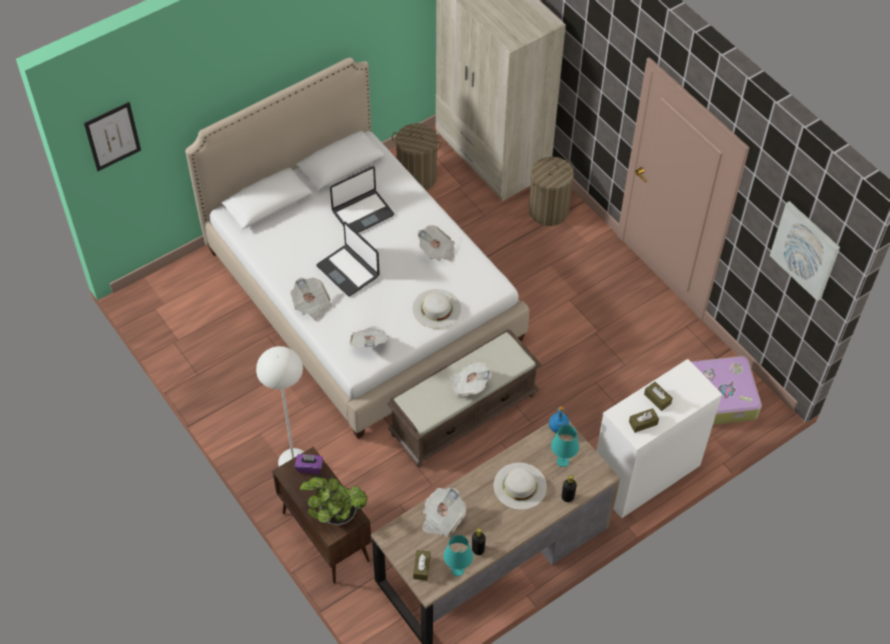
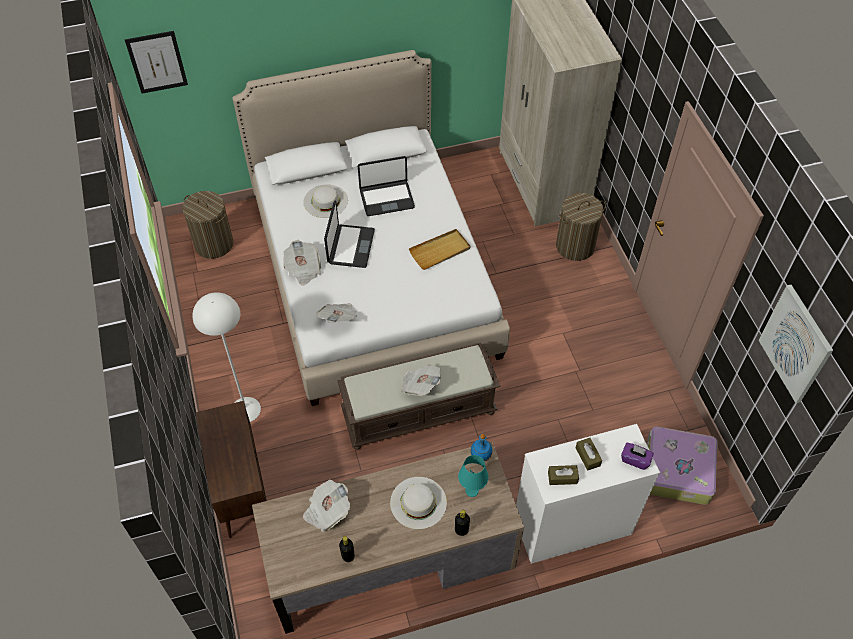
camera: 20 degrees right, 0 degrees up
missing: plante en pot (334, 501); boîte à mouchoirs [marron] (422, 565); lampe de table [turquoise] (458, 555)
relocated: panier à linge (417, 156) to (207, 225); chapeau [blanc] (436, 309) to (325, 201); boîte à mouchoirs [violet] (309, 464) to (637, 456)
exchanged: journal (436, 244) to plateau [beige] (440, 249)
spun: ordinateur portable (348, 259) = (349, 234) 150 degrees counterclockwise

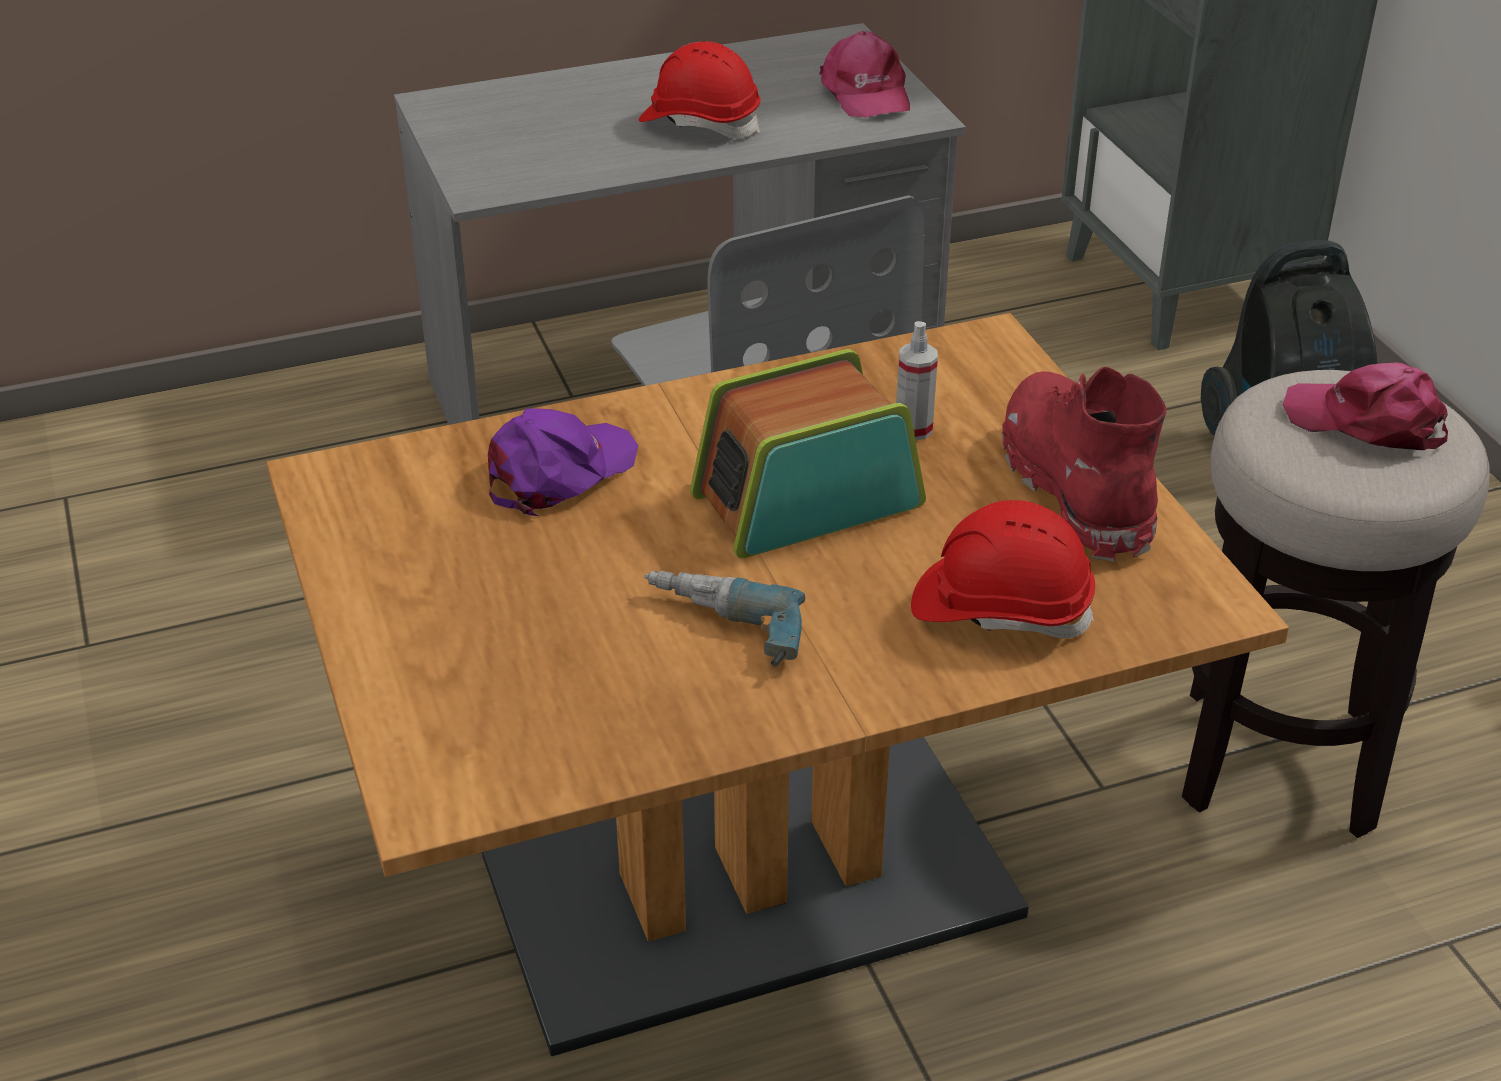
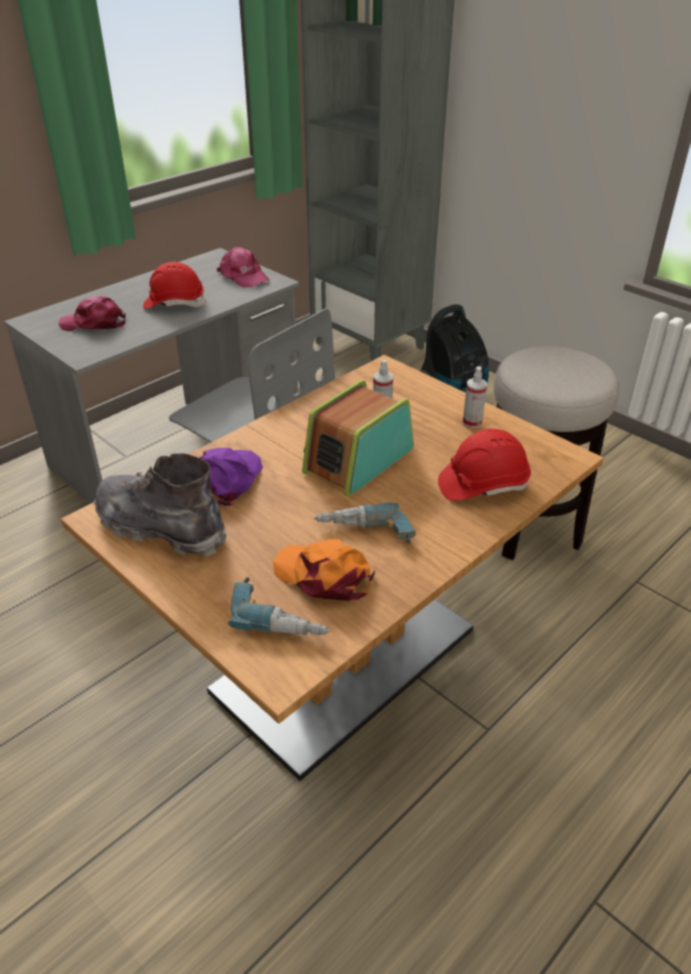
camera: 25 degrees left, 0 degrees up
appeared: botte [gris] (160, 505); perceuse (279, 606); casquette [orange] (324, 570)
relocated: casquette [rose] (1365, 406) to (91, 313)
exchanged: botte [rouge] (1084, 464) to vaporisateur (475, 397)

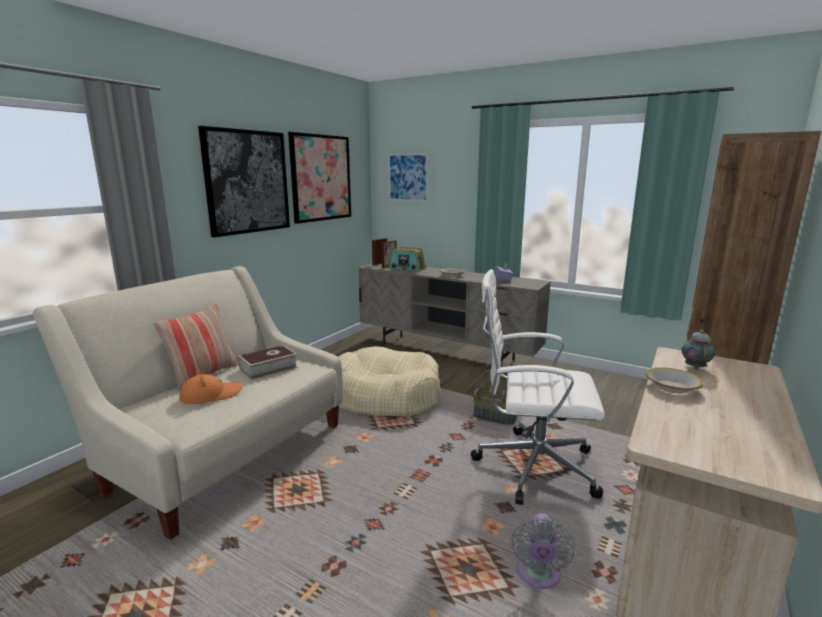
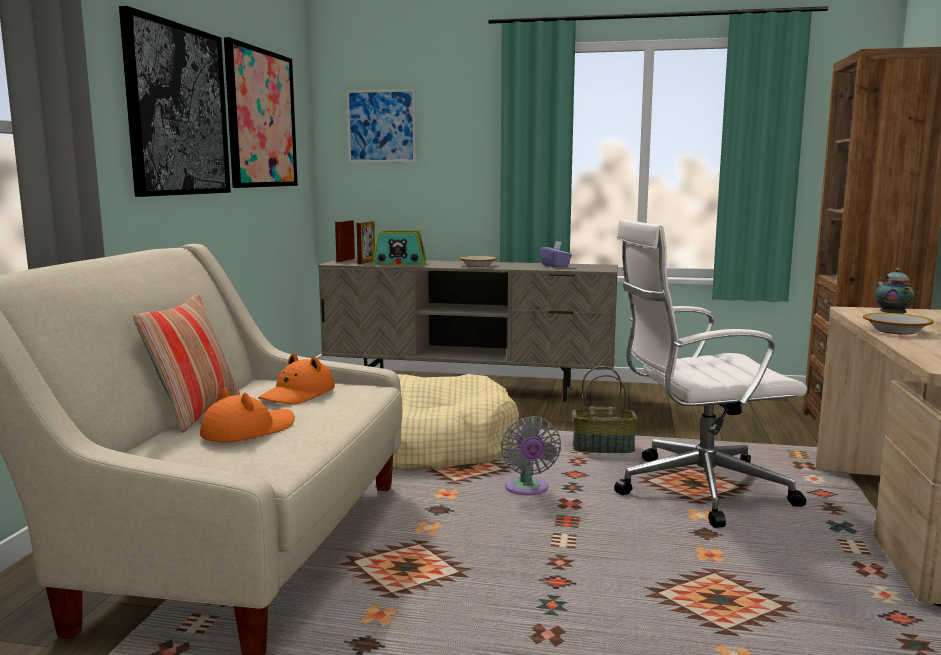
camera: 20 degrees left, 5 degrees down
relocated: ventilateur [gris] (543, 551) to (531, 455)
exchanged: livre (268, 362) to chapeau [orange] (296, 378)

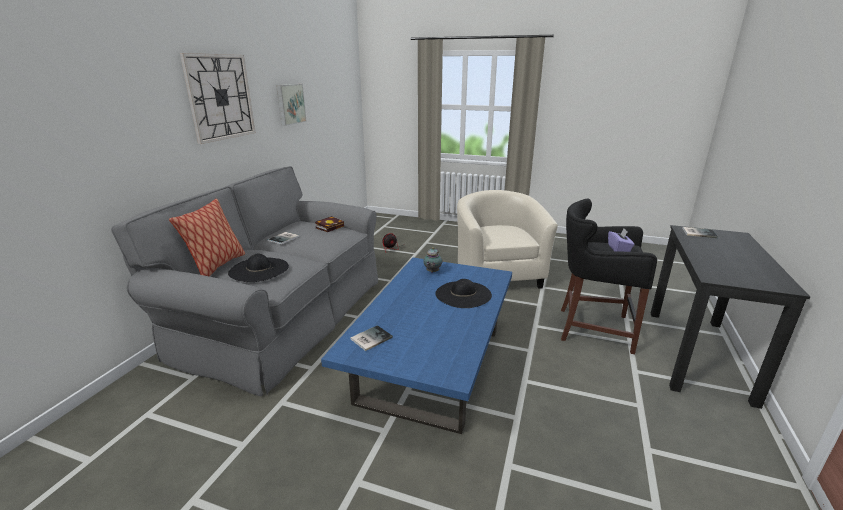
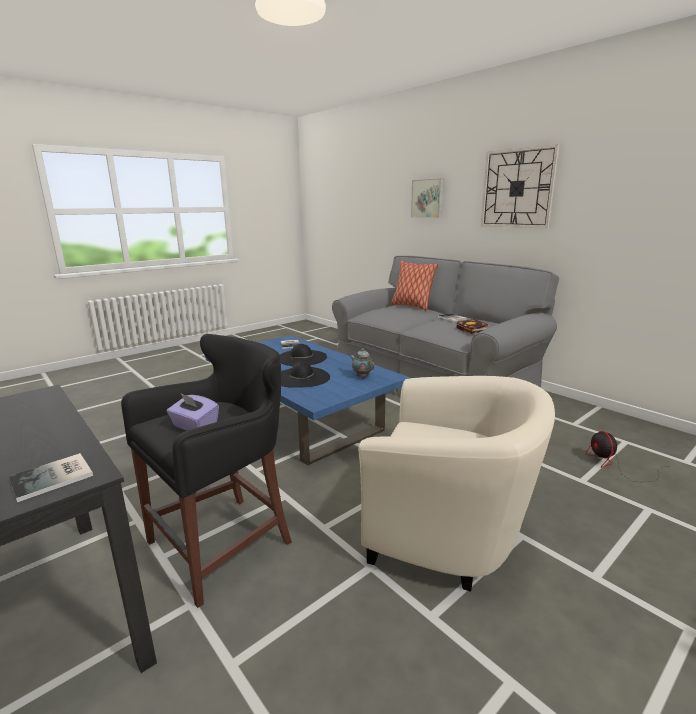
camera: 120 degrees right, 5 degrees down
relocated: chapeau [noir] (258, 268) to (303, 355); tableau (291, 105) to (427, 198)

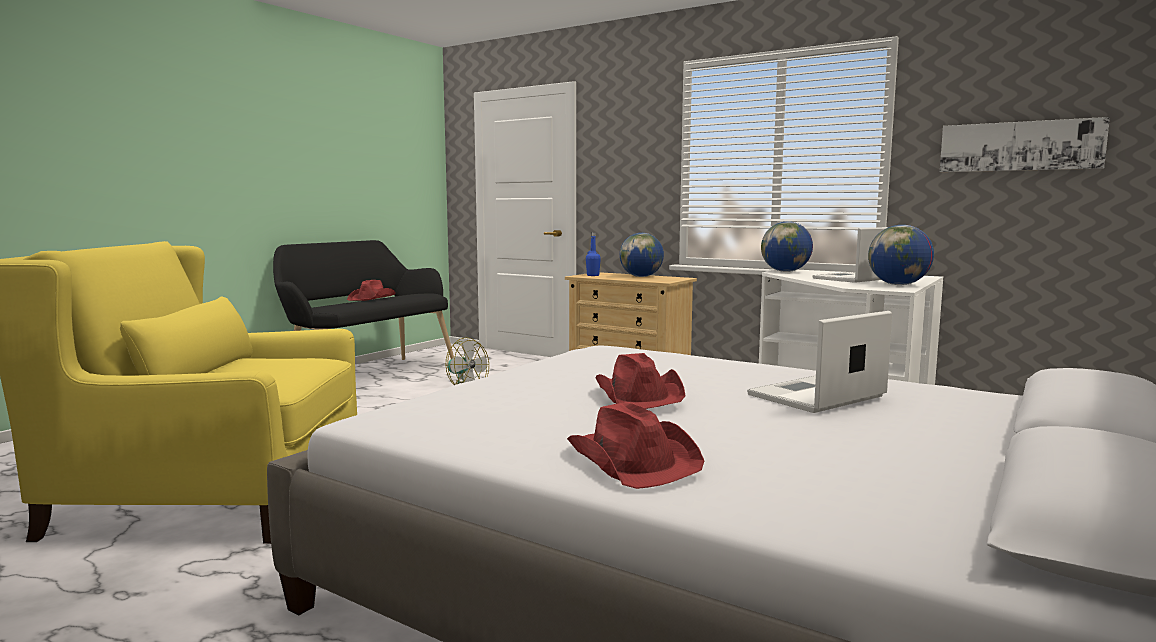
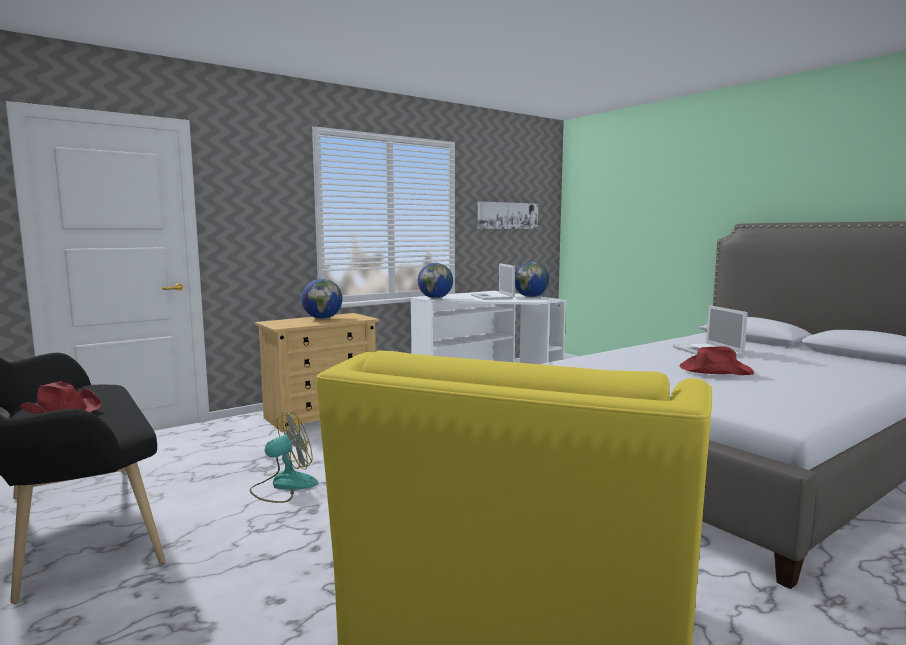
camera: 70 degrees left, 0 degrees up
missing: chapeau [rouge] (635, 445); bouteille [bleu] (593, 254)

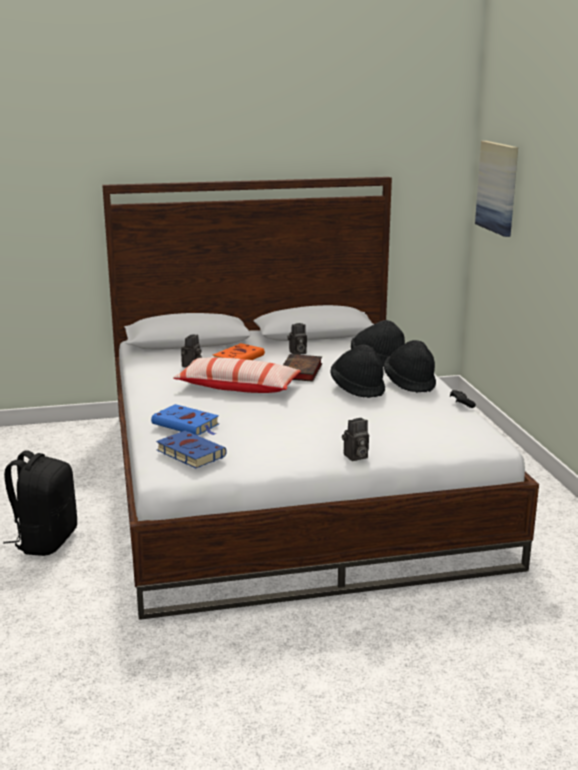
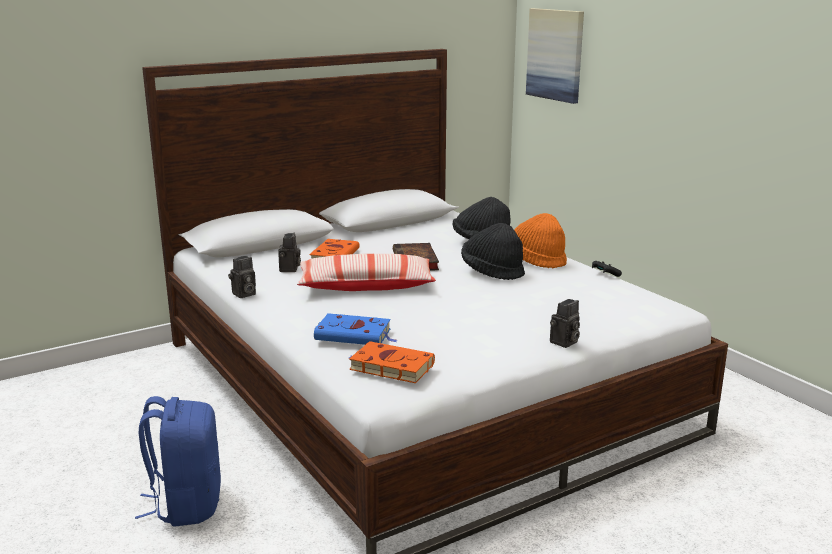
camera: 20 degrees left, 0 degrees up
relocated: appareil photo (297, 339) to (242, 277)
colour: sac à dos [noir] (40, 503) to sac à dos [bleu] (178, 461); livre [bleu] (191, 449) to livre [orange] (392, 362); chapeau [noir] (410, 366) to chapeau [orange] (540, 241)

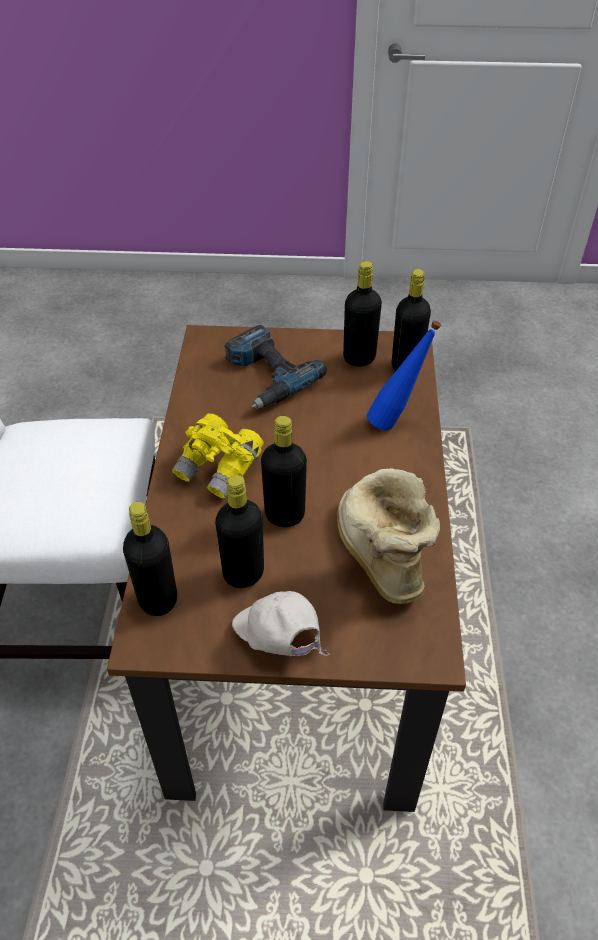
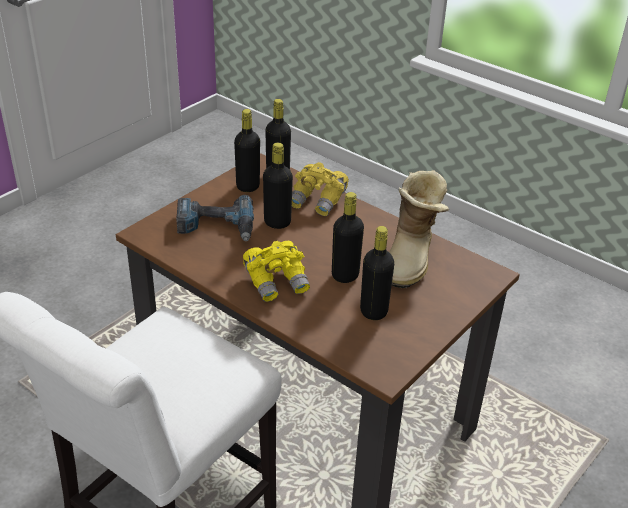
camera: 55 degrees left, 10 degrees down
missing: casquette [blanc] (280, 623)
relocated: bouteille [noir] (150, 559) to (278, 186)
exchanged: bouteille [bleu] (404, 375) to jumelles [jaune] (320, 189)
spun: botte (388, 536) = (419, 229) 90 degrees counterclockwise

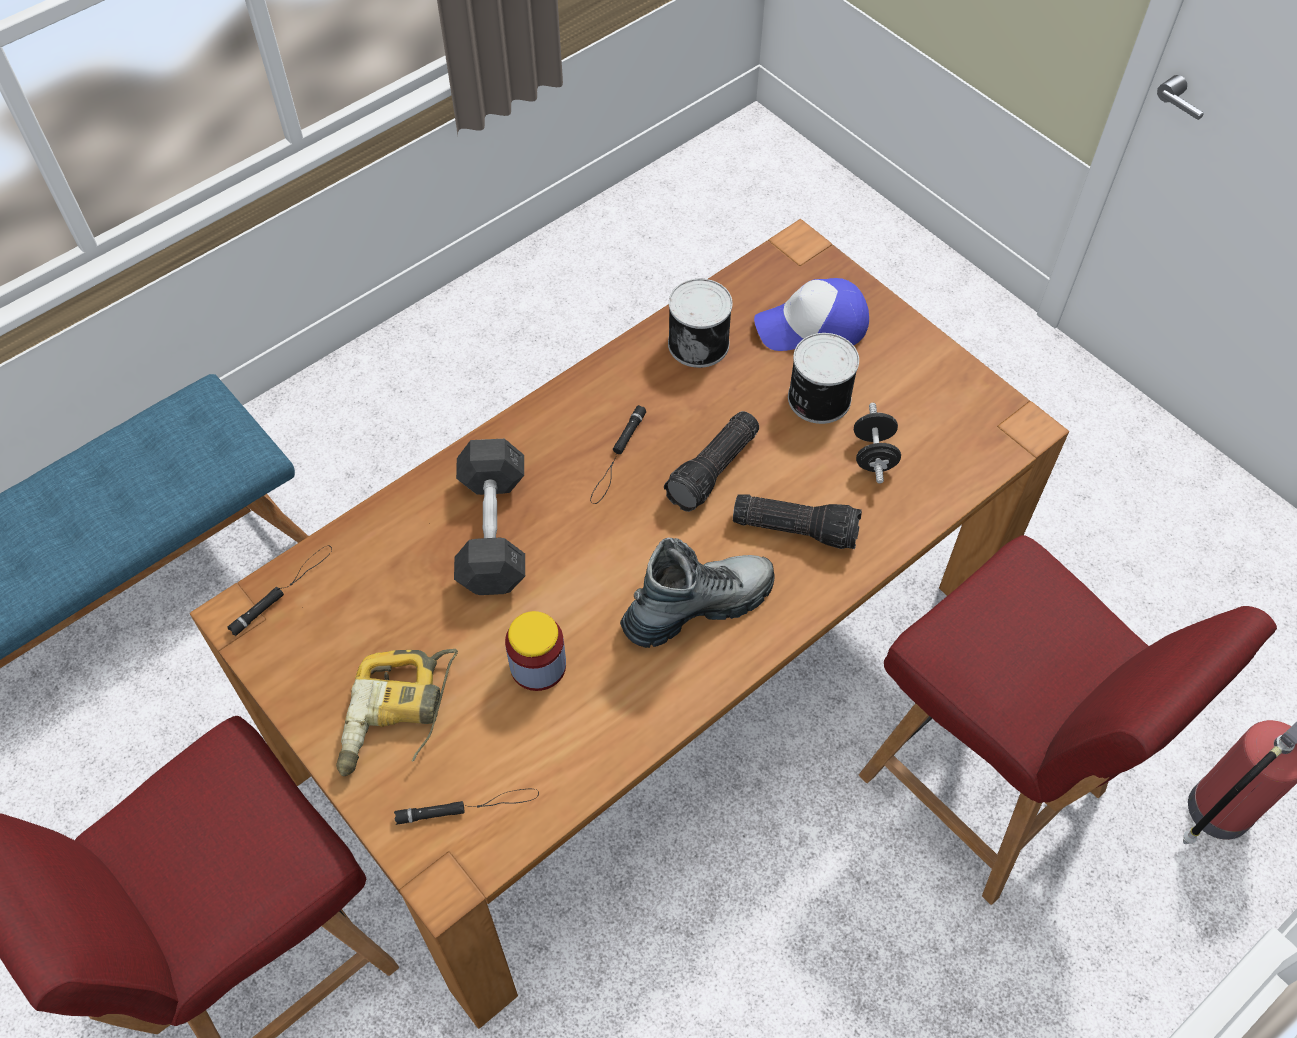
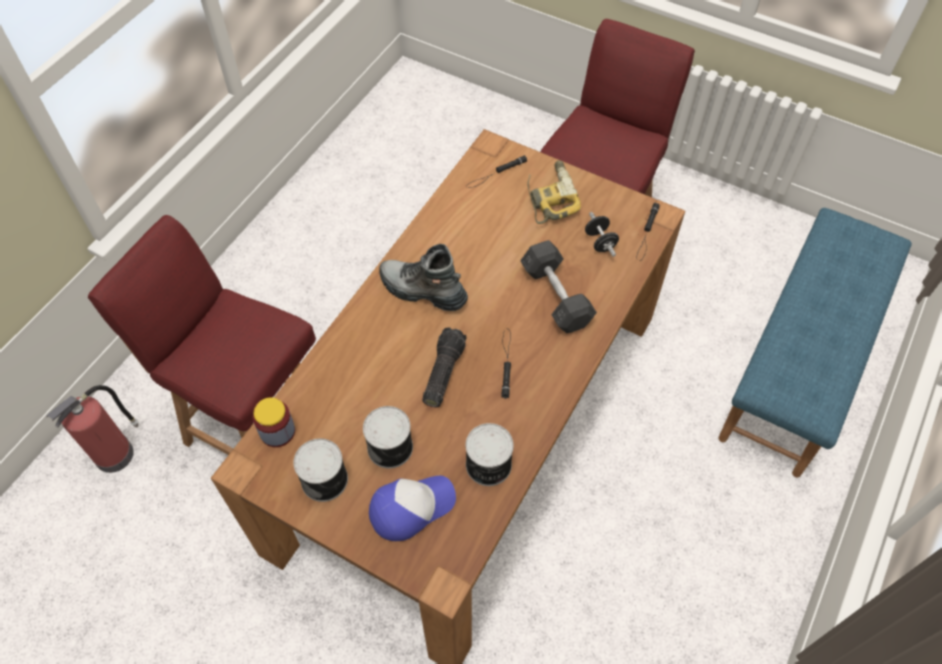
camera: 160 degrees right, 0 degrees up
missing: lampe de poche (797, 521)
appeared: boîte métallique (320, 470)
relocated: bocal (535, 651) to (274, 422); haltère [noir] (877, 443) to (602, 234)
spun: botte (697, 593) = (423, 277) 75 degrees clockwise

